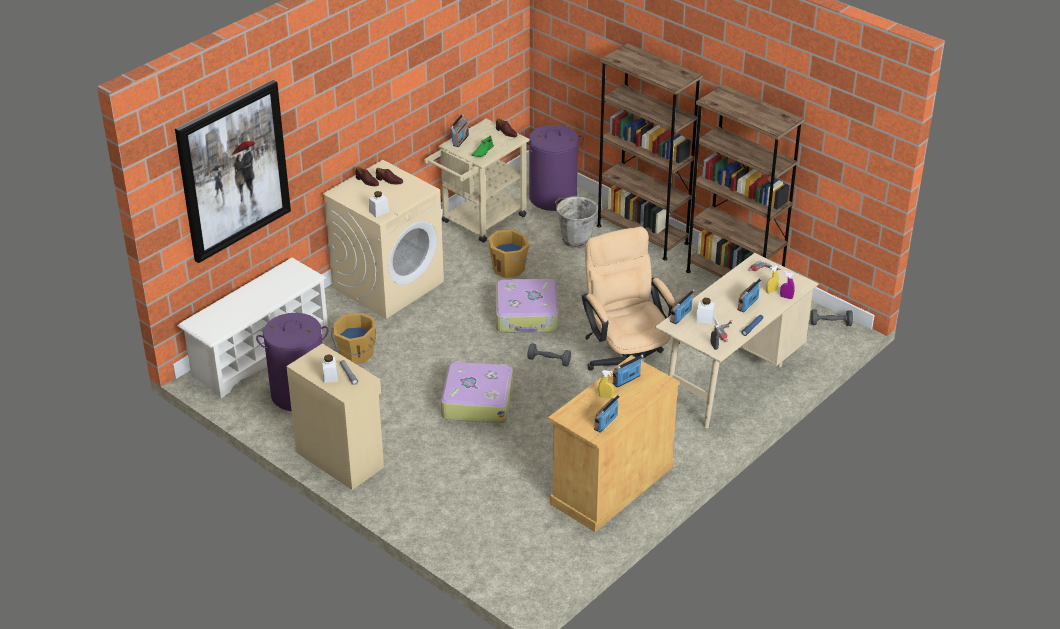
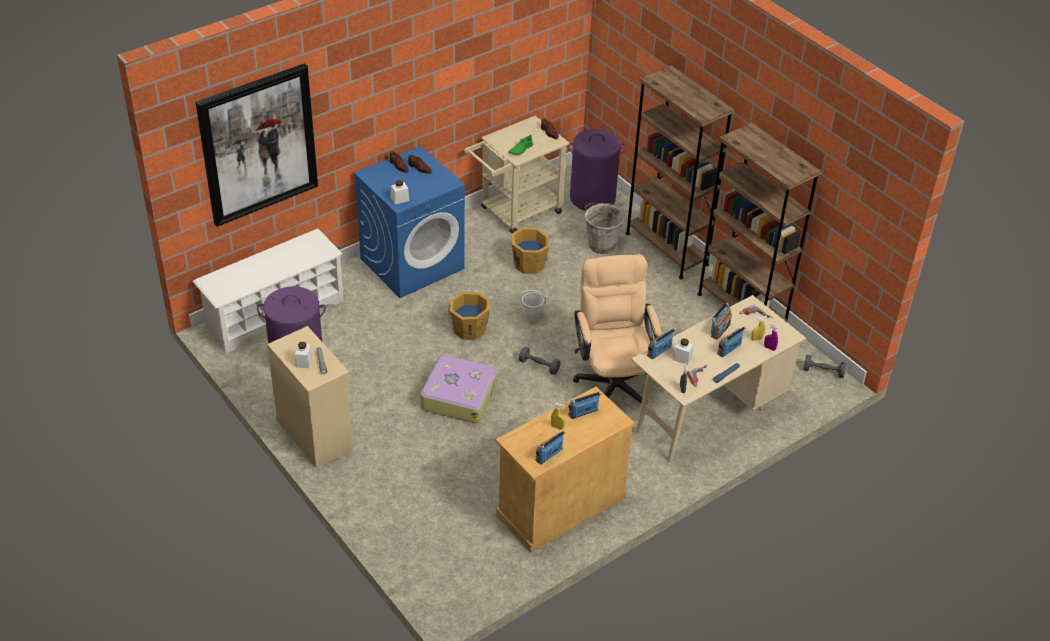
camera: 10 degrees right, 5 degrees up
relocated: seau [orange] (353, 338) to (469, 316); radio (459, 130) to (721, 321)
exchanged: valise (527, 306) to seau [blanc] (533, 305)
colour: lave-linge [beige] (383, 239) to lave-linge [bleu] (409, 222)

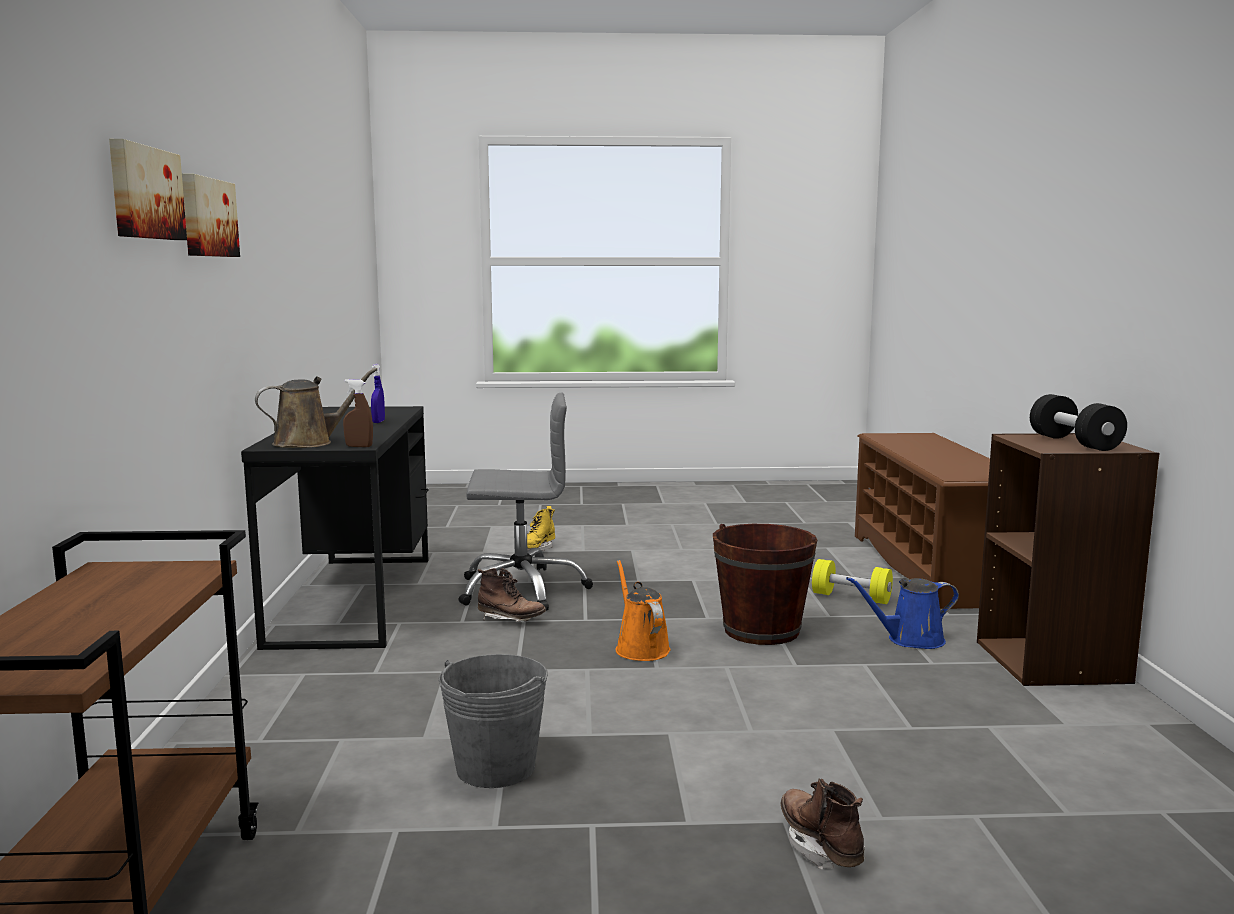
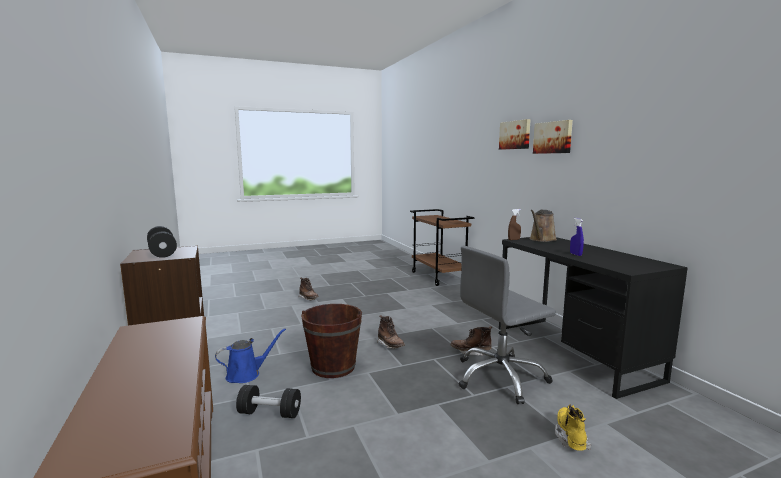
camera: 160 degrees right, 0 degrees up
missing: seau [gris] (493, 721)
exchanged: arrosoir [orange] (643, 610) to botte [marron] (391, 332)
colour: haltère [jaune] (852, 581) to haltère [noir] (268, 401)

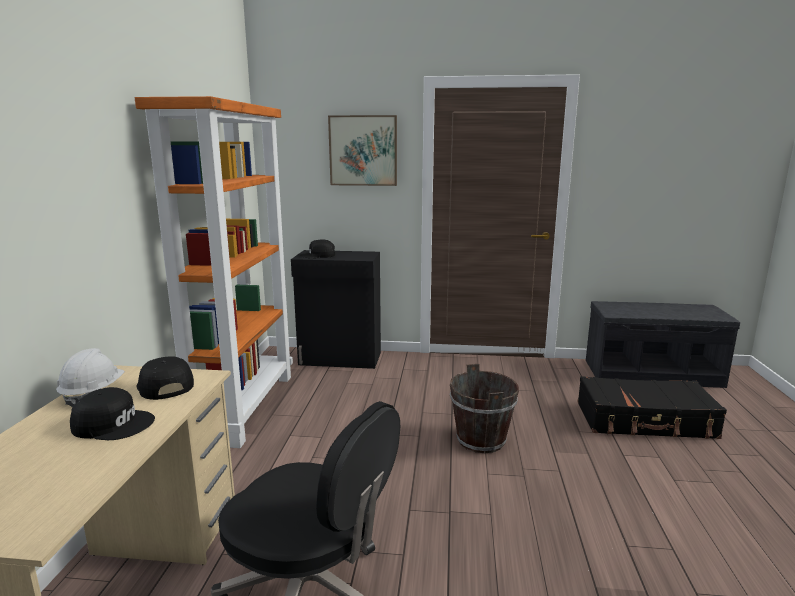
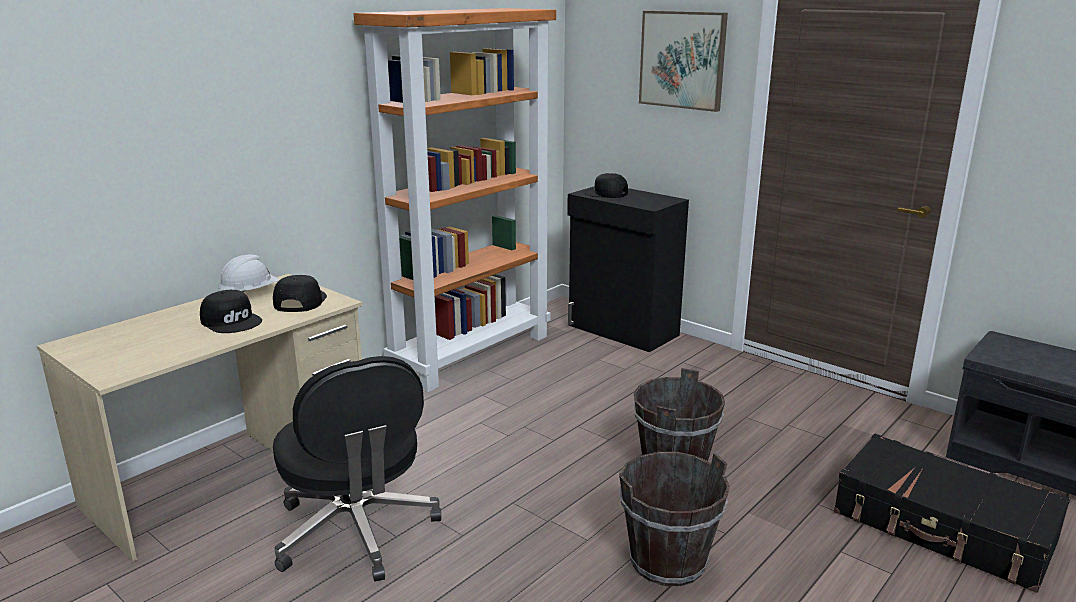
camera: 35 degrees right, 5 degrees up
appeared: seau [marron] (674, 519)

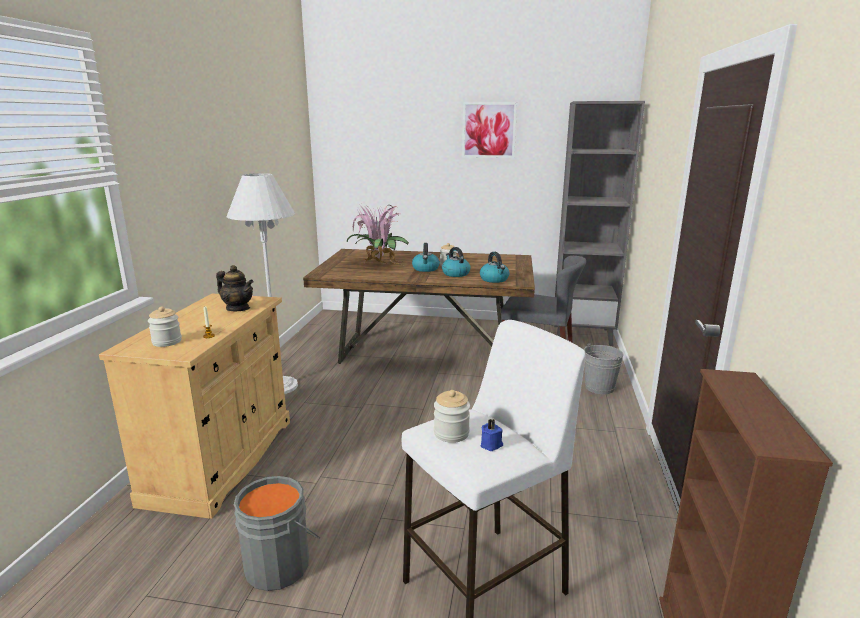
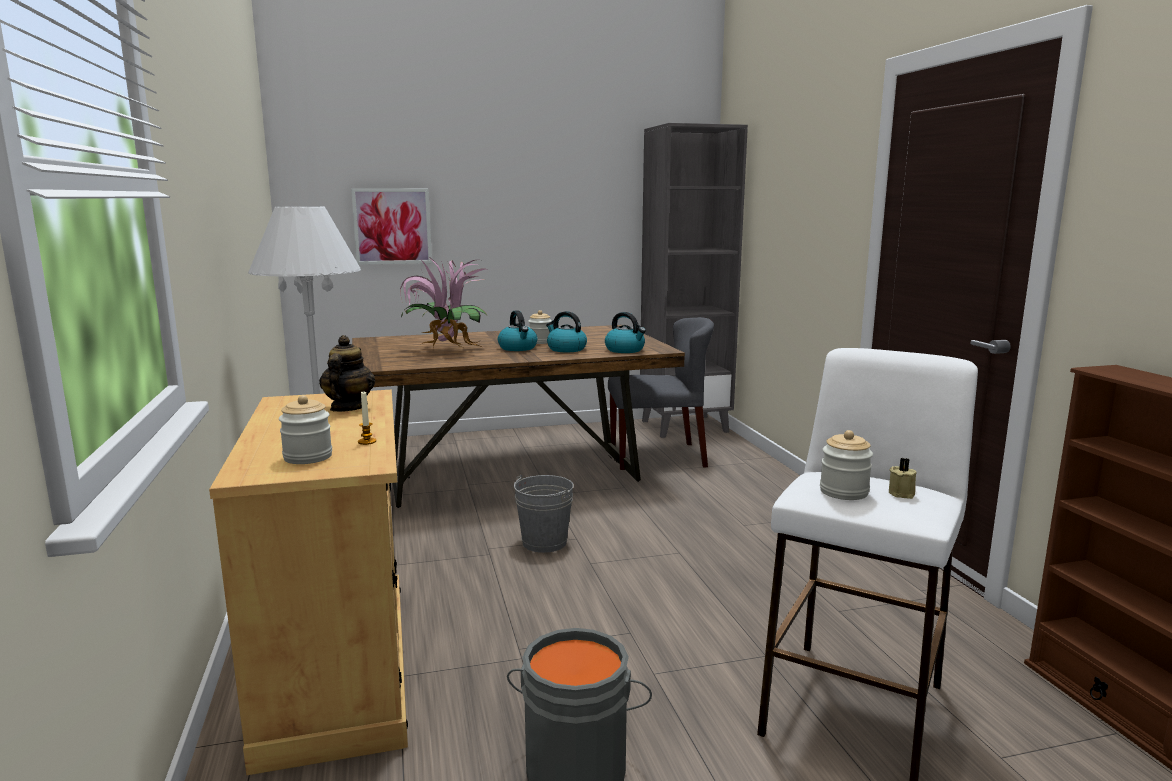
camera: 25 degrees left, 5 degrees down
relocated: tableau (489, 130) to (391, 226); seau [gris] (604, 368) to (544, 514)
colour: bougie [bleu] (492, 435) to bougie [beige] (903, 478)
spun: théière (235, 288) = (347, 373) 90 degrees counterclockwise

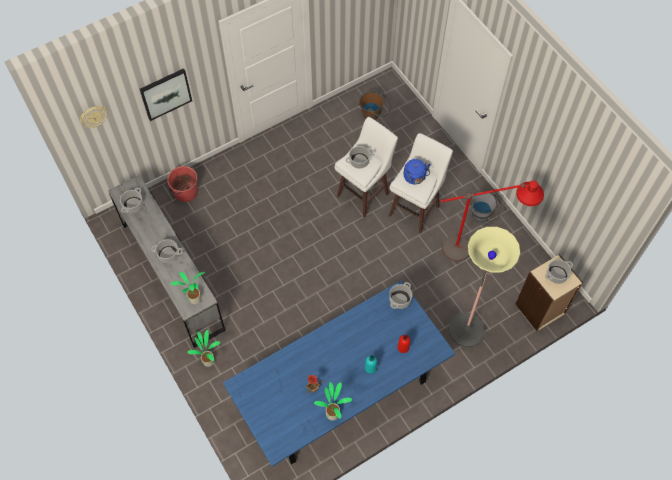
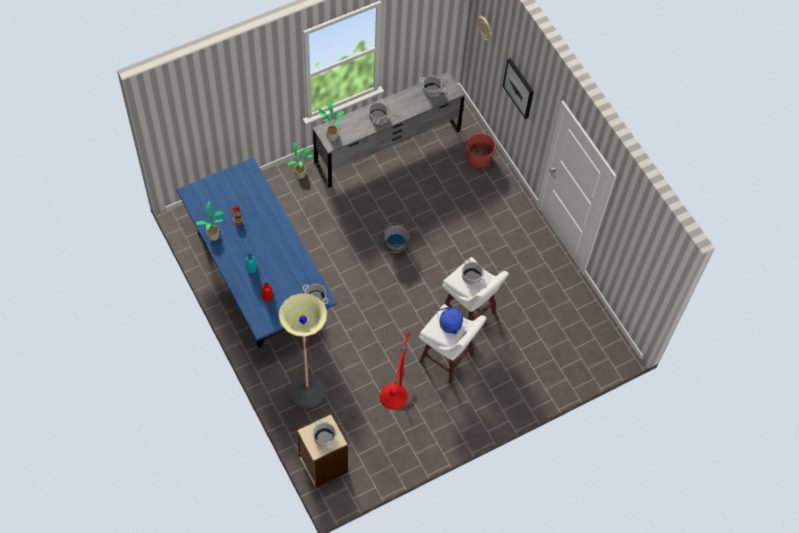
camera: 90 degrees right, 0 degrees up
missing: seau [marron] (375, 105)
relocated: seau [gris] (485, 208) to (392, 237)

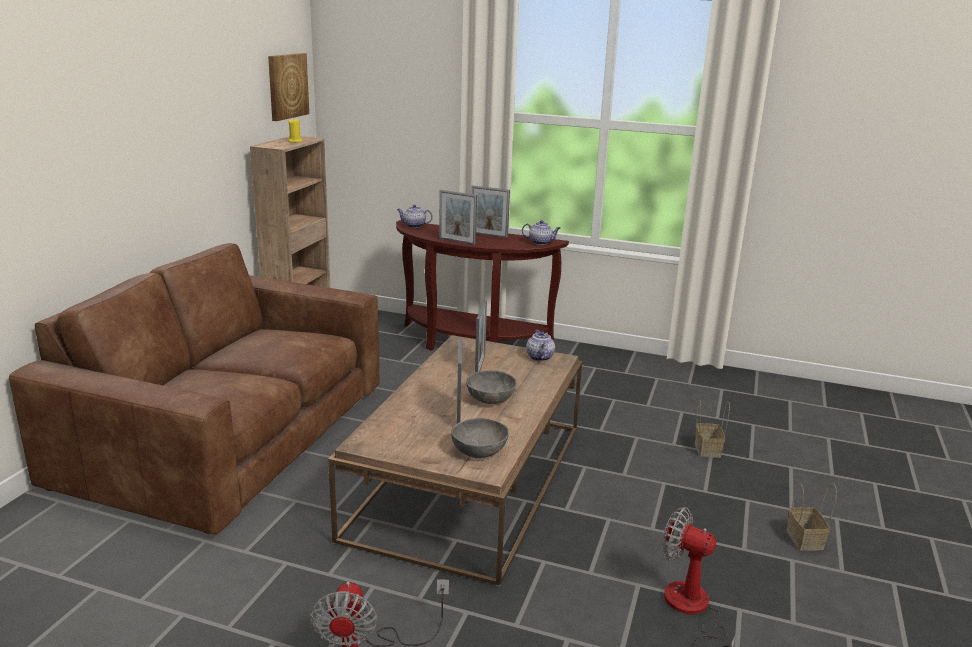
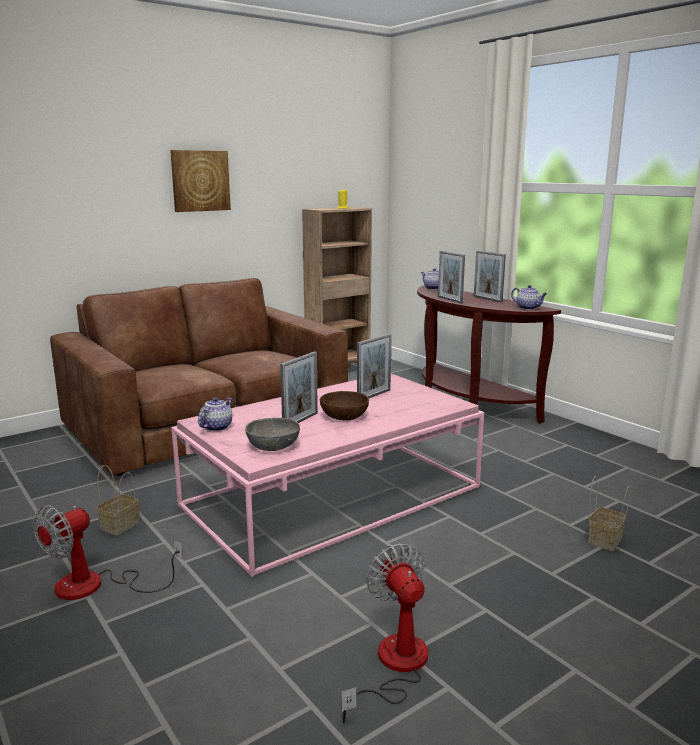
camera: 35 degrees right, 5 degrees down
relocated: panier (812, 517) to (118, 500); tableau (288, 87) to (200, 181); théière (540, 345) to (215, 414)
colour: table basse [marron] (455, 460) to table basse [rose] (327, 475); bol [gris] (491, 387) to bol [marron] (344, 405)

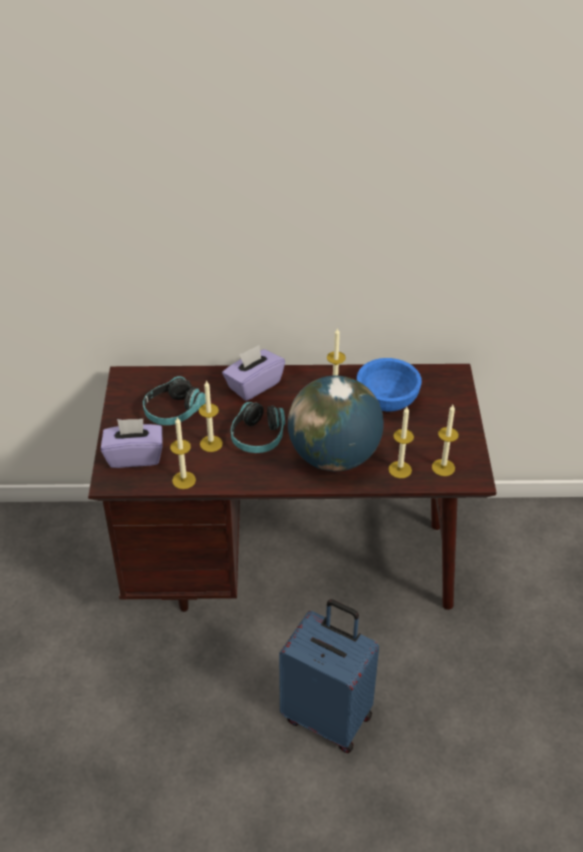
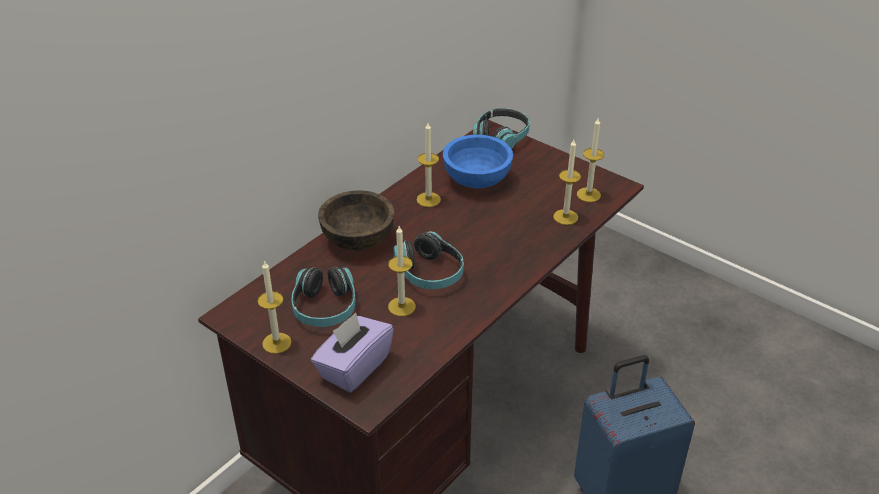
camera: 50 degrees left, 5 degrees down
missing: globe (336, 423)
appeared: casque audio (501, 128)
relocated: bougie (183, 453) to (274, 307)
exchanged: boîte à mouchoirs [violet] (253, 373) to bol [marron] (356, 220)

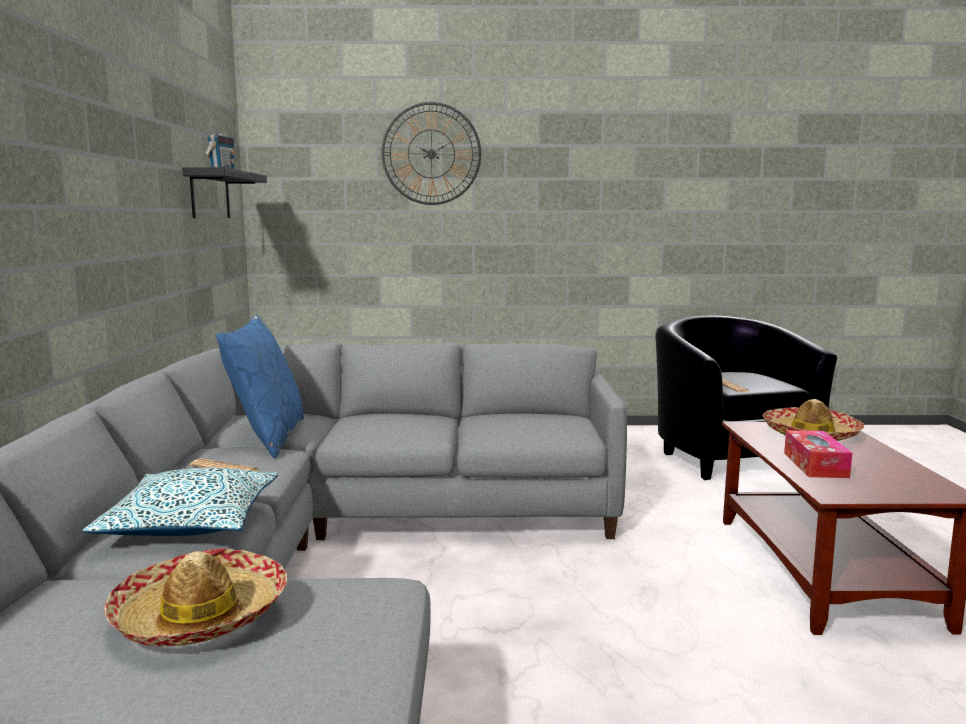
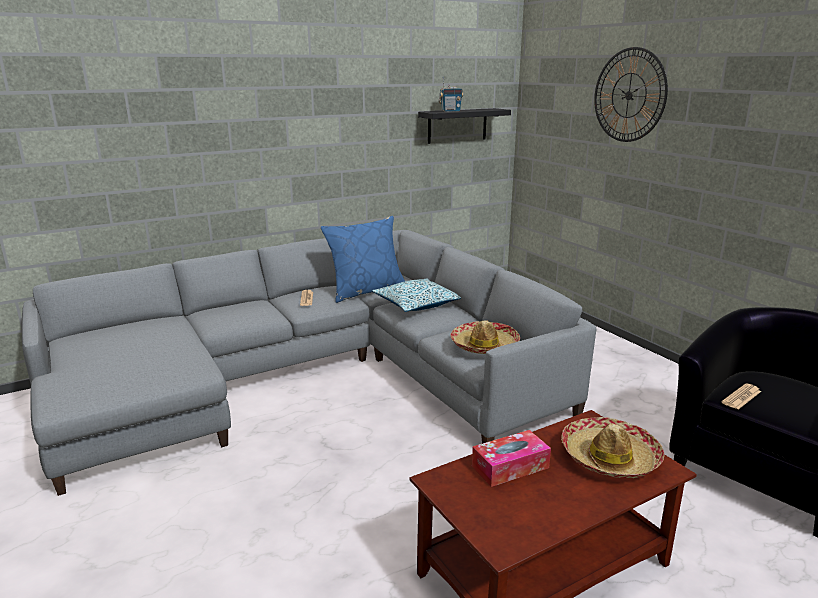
camera: 60 degrees right, 10 degrees up
relocated: coussin (180, 502) to (416, 295); chapeau (195, 597) to (485, 337)

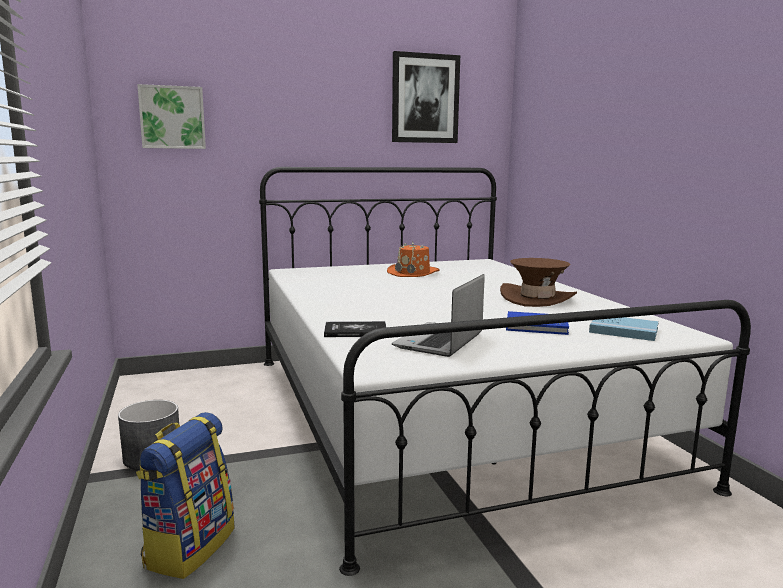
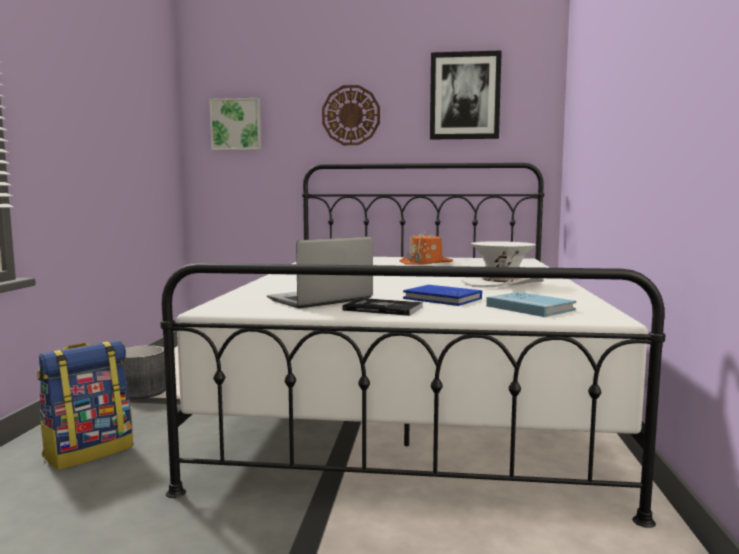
camera: 25 degrees right, 5 degrees down
appeared: horloge murale (351, 115)
relocated: livre (355, 329) to (382, 307)
colour: chapeau [marron] (538, 282) to chapeau [blanc] (502, 264)

